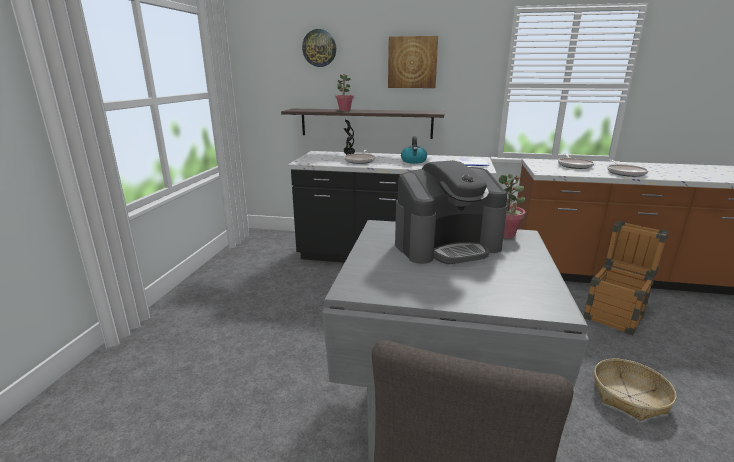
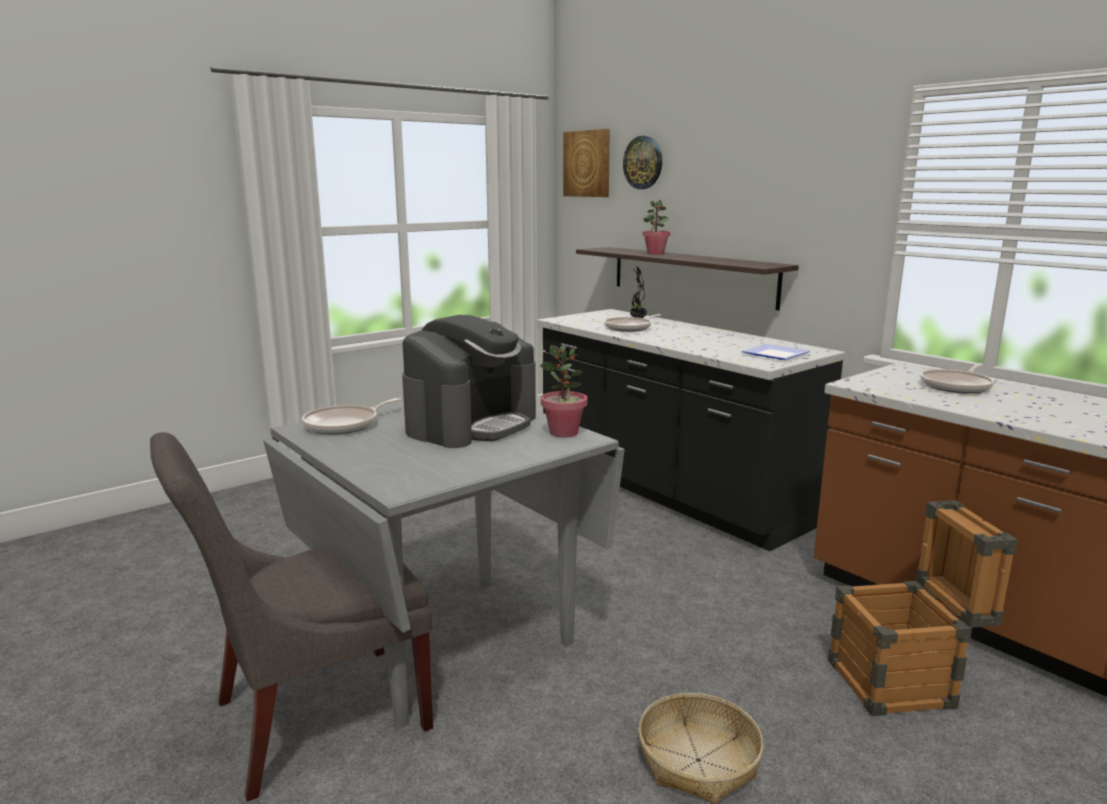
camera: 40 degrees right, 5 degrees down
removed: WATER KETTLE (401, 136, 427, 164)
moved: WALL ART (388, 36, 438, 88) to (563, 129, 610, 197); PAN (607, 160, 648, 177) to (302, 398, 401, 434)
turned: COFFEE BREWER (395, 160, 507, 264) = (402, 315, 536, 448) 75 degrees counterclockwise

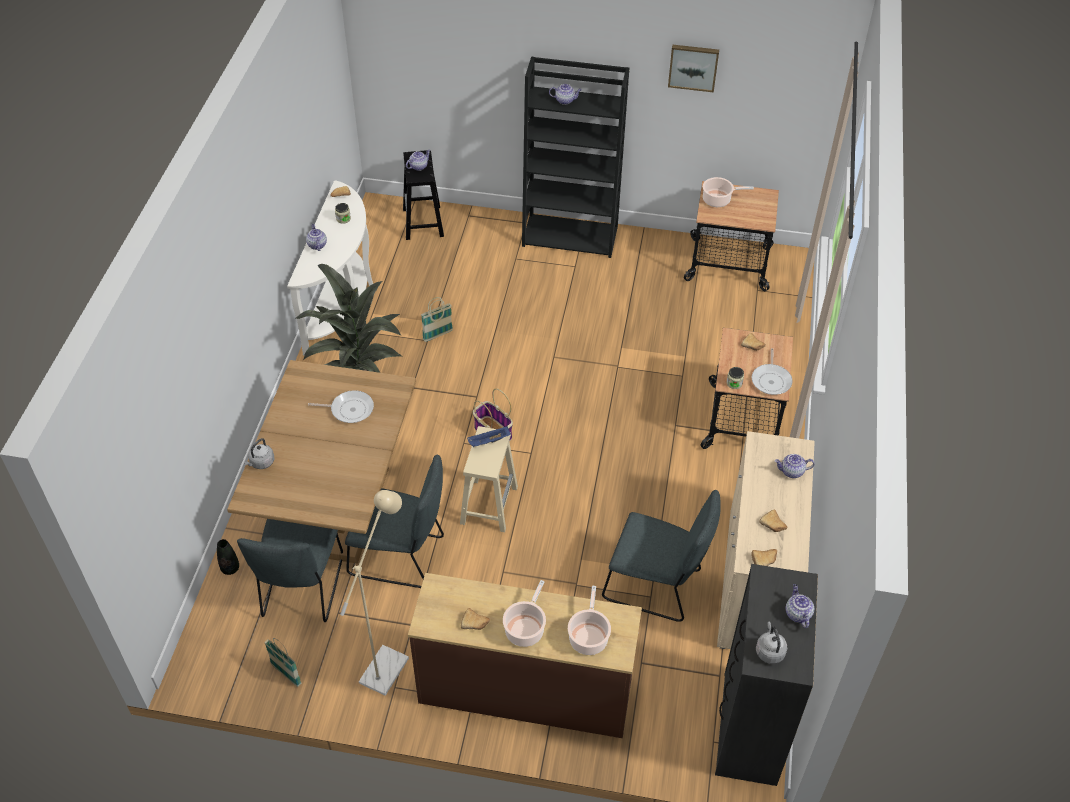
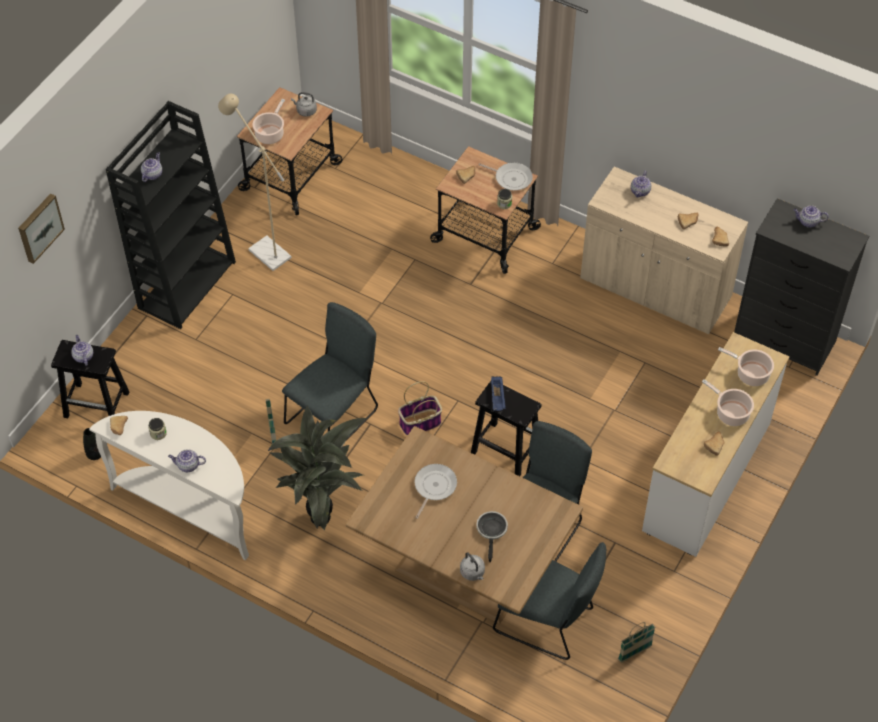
camera: 70 degrees left, 5 degrees up
added: PAN (476, 511, 508, 562)
moved: BLACK DECORATIVE VASE (217, 539, 239, 575) to (83, 428, 101, 460); BEIGE STANDARD LAMP (340, 490, 409, 696) to (218, 93, 292, 271); GRAY UPRIGHT CHAIR (602, 490, 721, 622) to (282, 302, 378, 441); WALL ART (668, 45, 719, 92) to (18, 193, 65, 264); GRAY WATER KETTLE (756, 622, 787, 664) to (291, 92, 317, 117)
recoloured: BROWN DRAWER CHEST (408, 573, 642, 738) to WHITE-COLOURED DRAWER CHEST (642, 332, 789, 557); BEIGE STOOL SEAT (460, 426, 518, 532) to BLACK STOOL SEAT (471, 381, 542, 476)

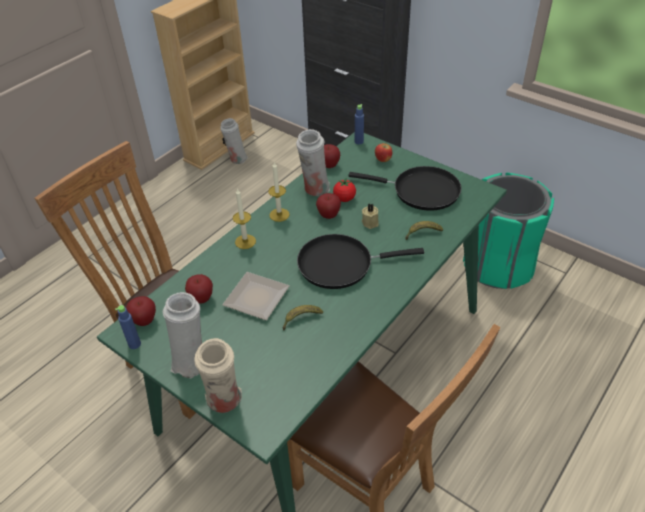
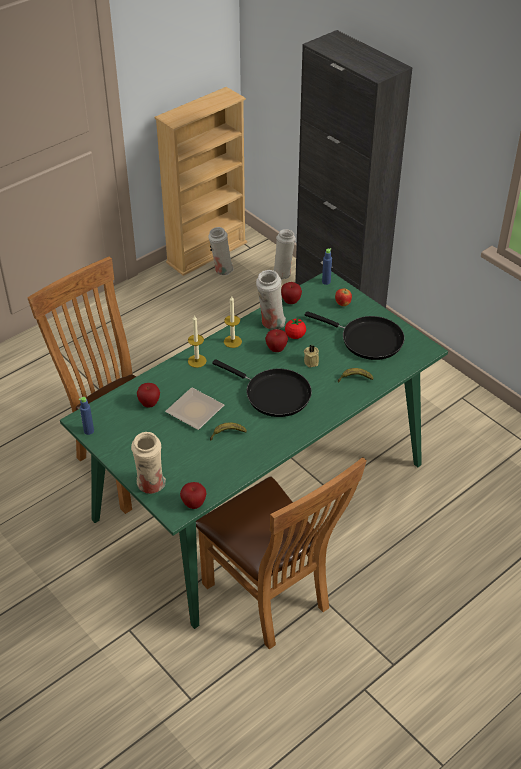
camera: 10 degrees right, 0 degrees up
removed: GREEN TRASH CAN (463, 173, 554, 289)
moved: APPLE FRUIT (126, 296, 156, 326) to (180, 482, 207, 509); WHITE-COLOURED DECORATIVE VASE (163, 292, 202, 378) to (273, 229, 296, 280)
turned: BLACK PAN (297, 234, 424, 289) = (212, 359, 312, 417) 150 degrees counterclockwise

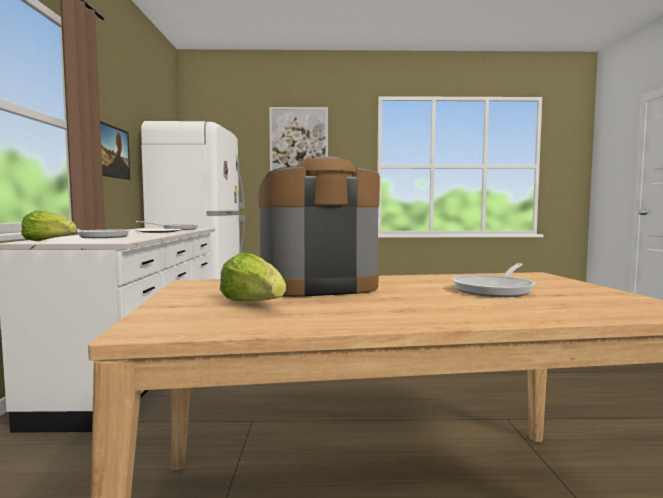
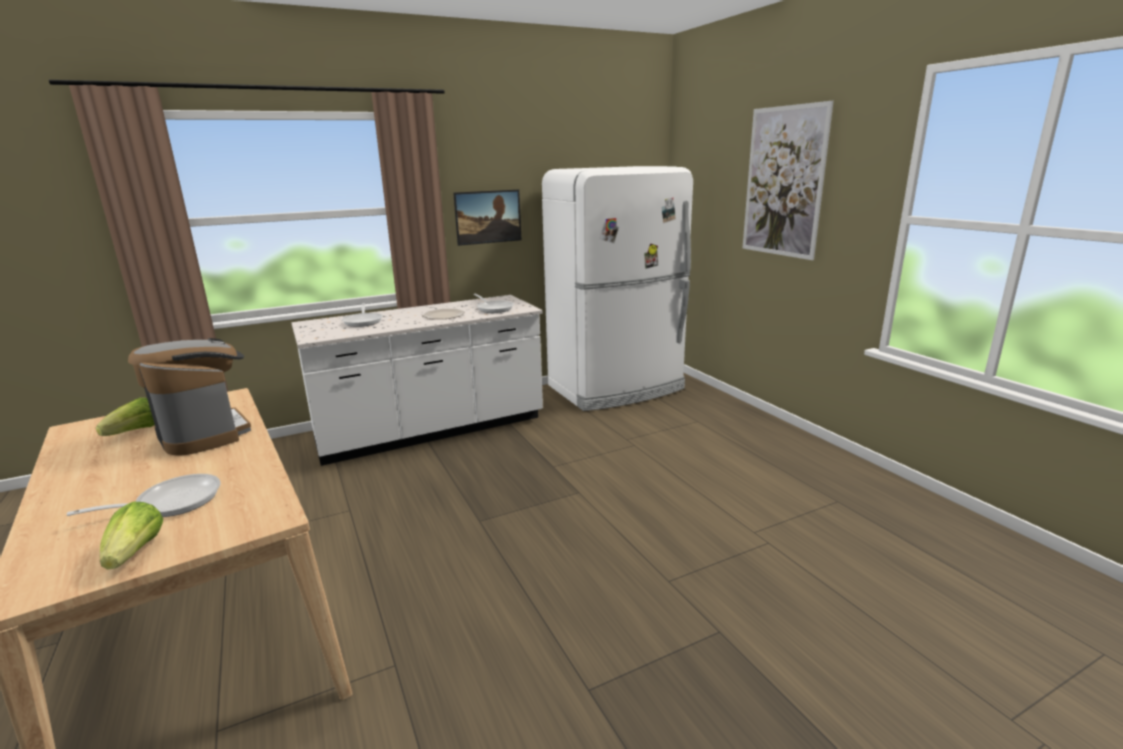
camera: 65 degrees right, 15 degrees up
moved: HEAD OF LETTUCE (21, 210, 77, 241) to (100, 502, 163, 570)
turned: PAN (451, 263, 536, 297) = (67, 474, 221, 517) 135 degrees clockwise

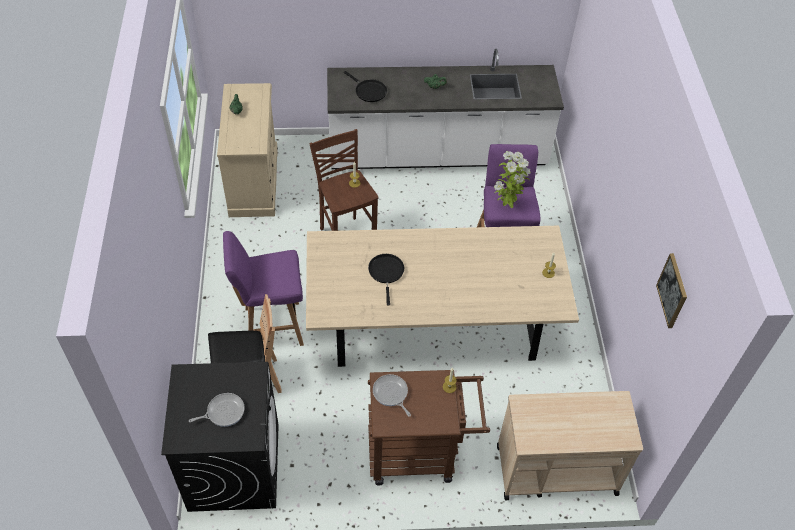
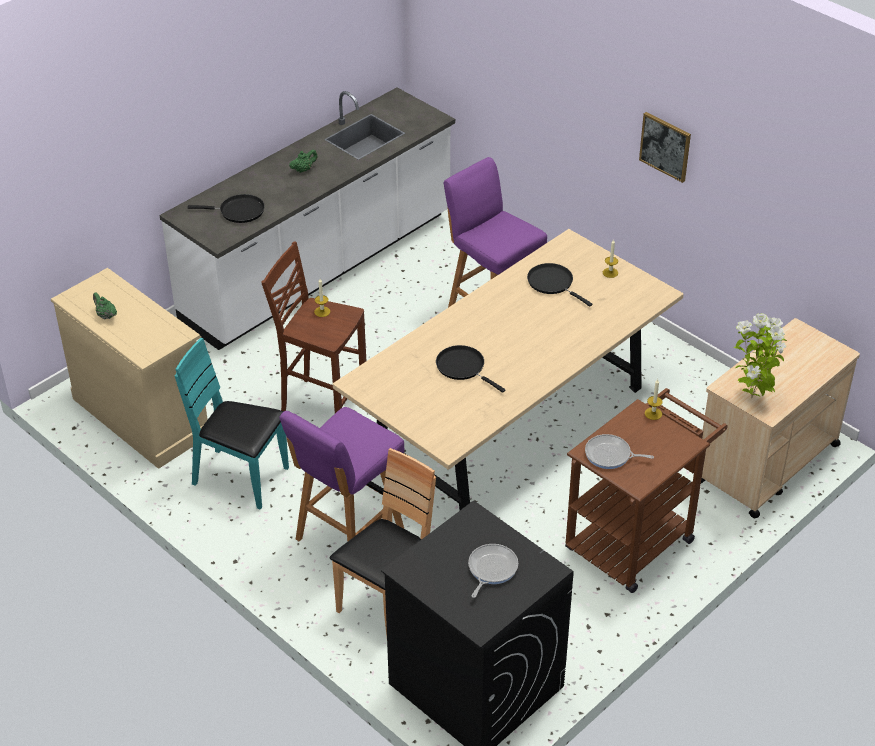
camera: 40 degrees left, 10 degrees down
added: BLUE-GREEN UPRIGHT CHAIR (175, 338, 289, 510); BLACK PAN (527, 263, 592, 307)
moved: PLANT IN A POT (494, 151, 531, 208) to (733, 313, 787, 399); WALL ART (656, 253, 687, 328) to (639, 112, 691, 183)

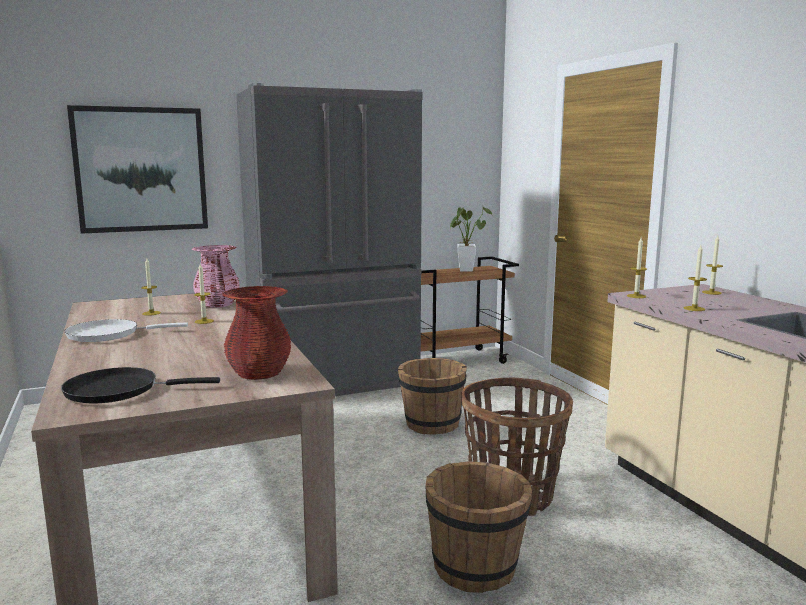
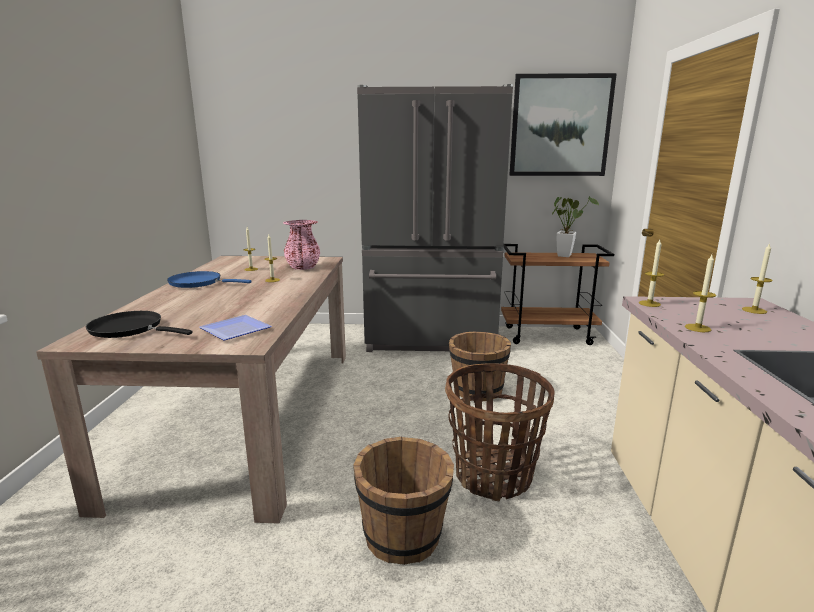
camera: 25 degrees right, 5 degrees up
moved: WALL ART (67, 105, 208, 234) to (510, 73, 617, 176)
replaced: RED-COLOURED DECORATIVE VASE (222, 286, 291, 380) to FLAT DISH (199, 315, 272, 341)
recoloured: WHITE-COLOURED PAN (64, 319, 188, 342) to BLUE PAN (167, 271, 252, 288)

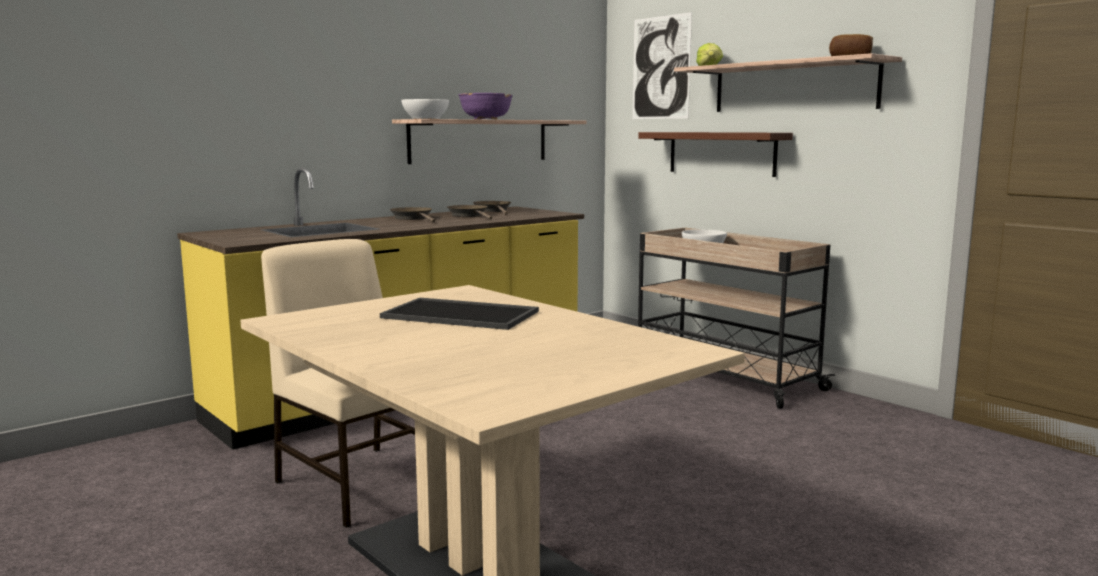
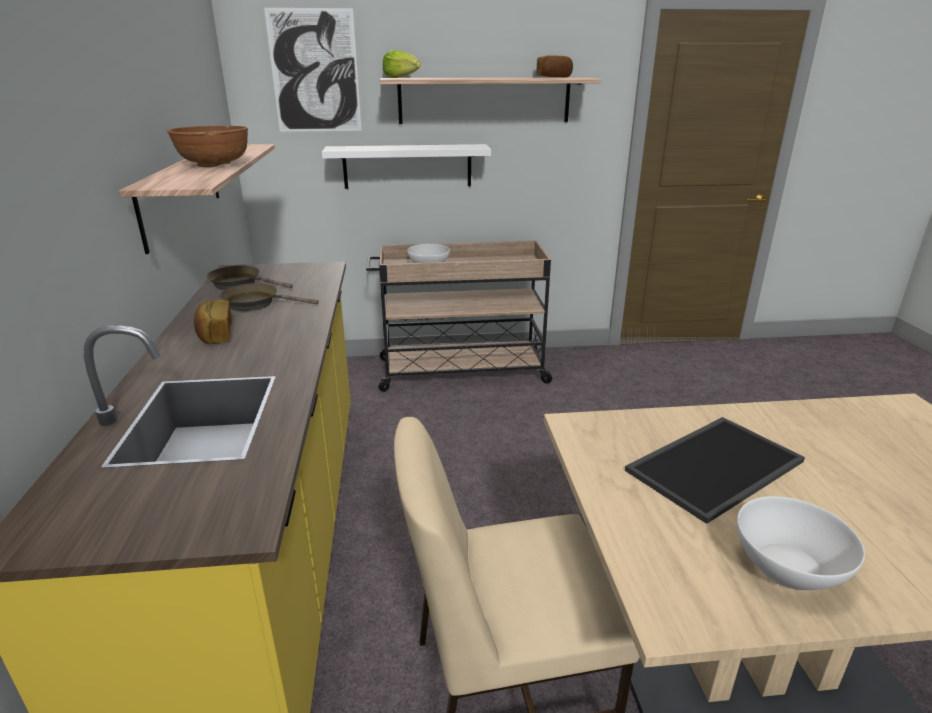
camera: 55 degrees left, 15 degrees up
moved: WHITE-COLOURED BOWL (401, 99, 449, 119) to (737, 496, 865, 590)
replaced: BROWN PAN (390, 207, 435, 222) to BREAD (194, 300, 232, 344)
recoloured: PURPLE BOWL (459, 93, 513, 120) to BROWN BOWL (167, 126, 248, 167); BROWN BRACKET SHELF (638, 132, 793, 177) to WHITE-COLOURED BRACKET SHELF (322, 144, 491, 189)

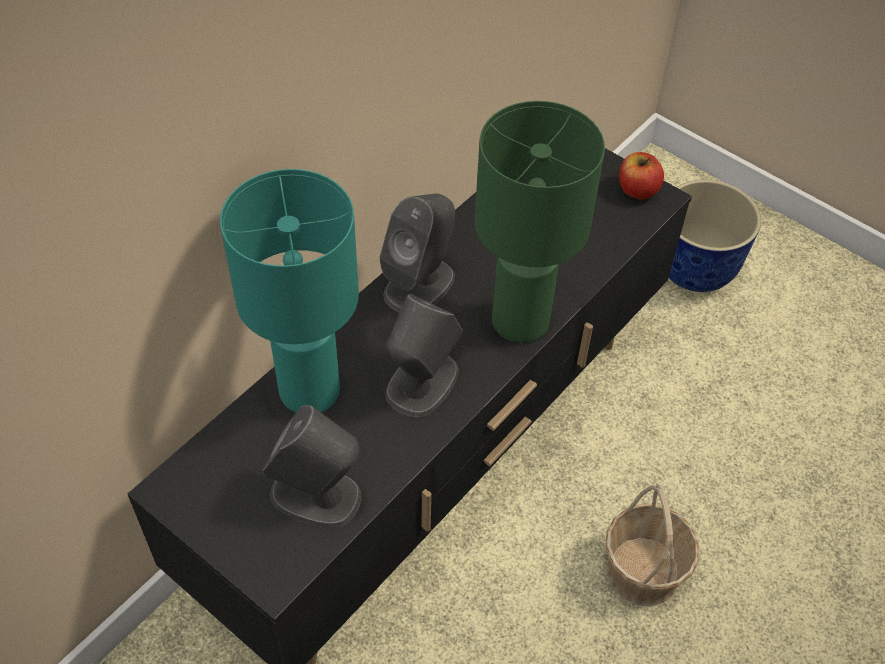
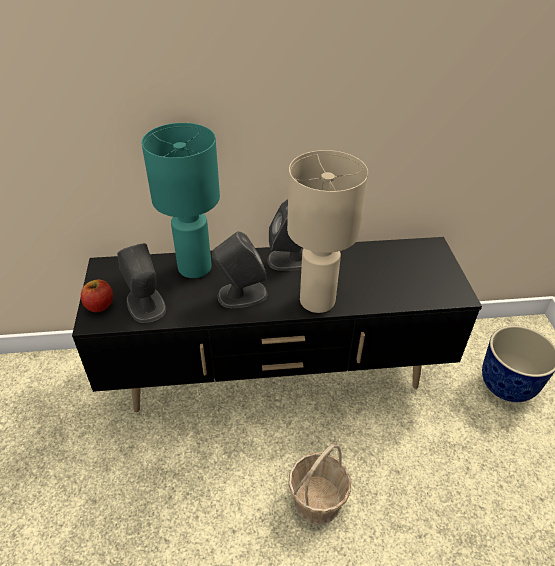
camera: 45 degrees right, 10 degrees down
moved: APPLE FRUIT (619, 152, 664, 199) to (81, 280, 113, 312)
recoloured: GREEN LAMP FOR A TABLE (475, 101, 605, 343) to BEIGE LAMP FOR A TABLE (287, 150, 368, 313)

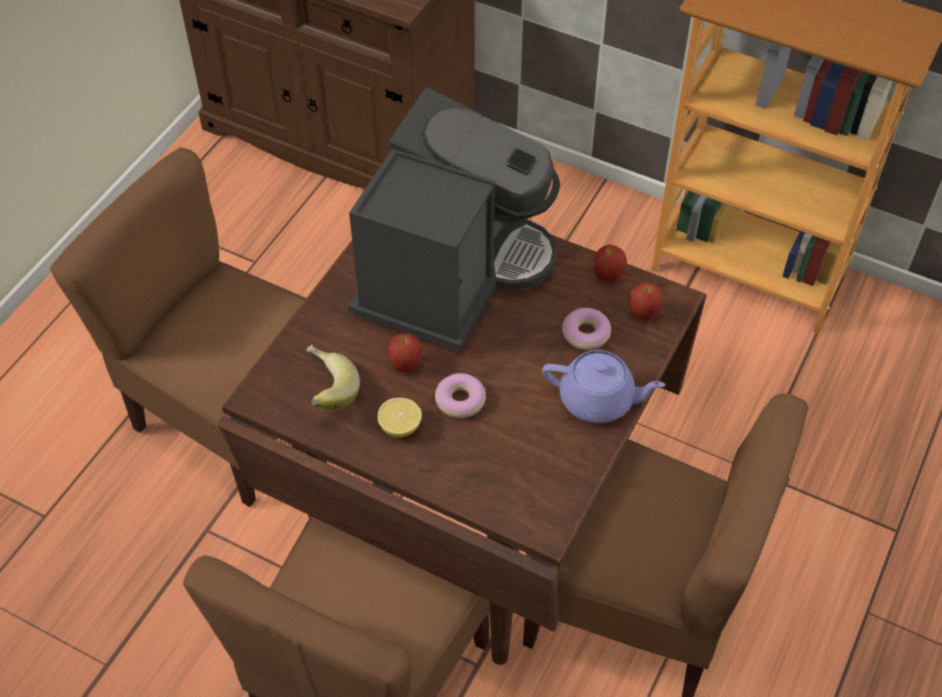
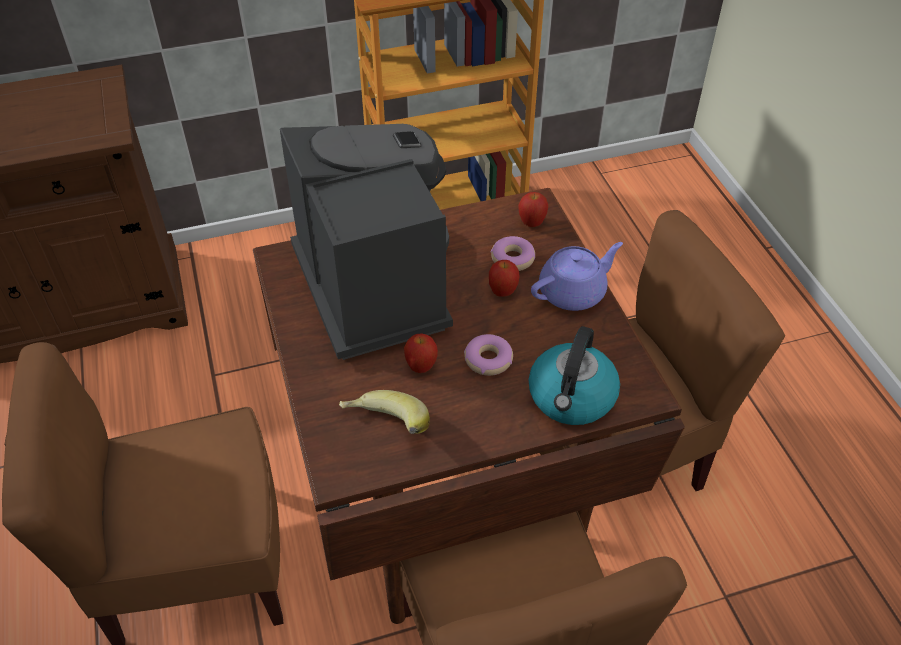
camera: 45 degrees left, 5 degrees down
removed: CITRUS FRUIT (377, 398, 422, 437)
added: WATER KETTLE (529, 326, 620, 425)
moved: APPLE FRUIT (594, 245, 627, 282) to (489, 260, 520, 297)

